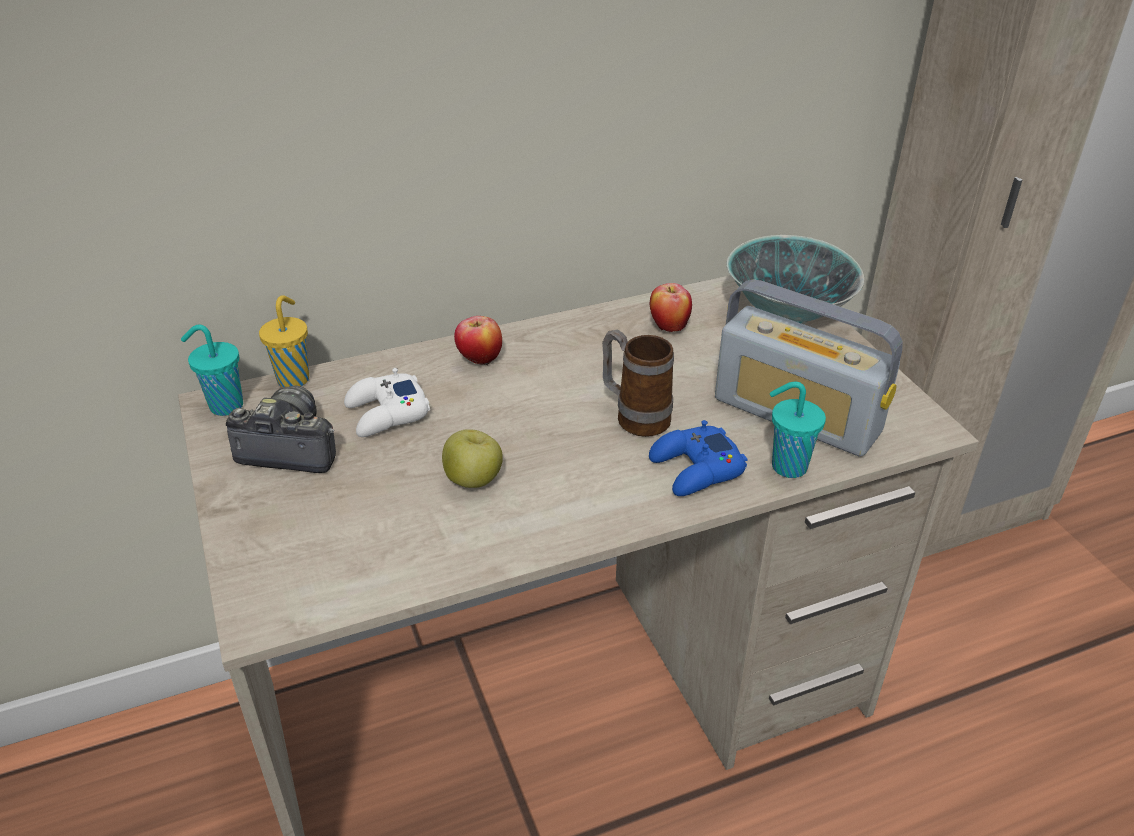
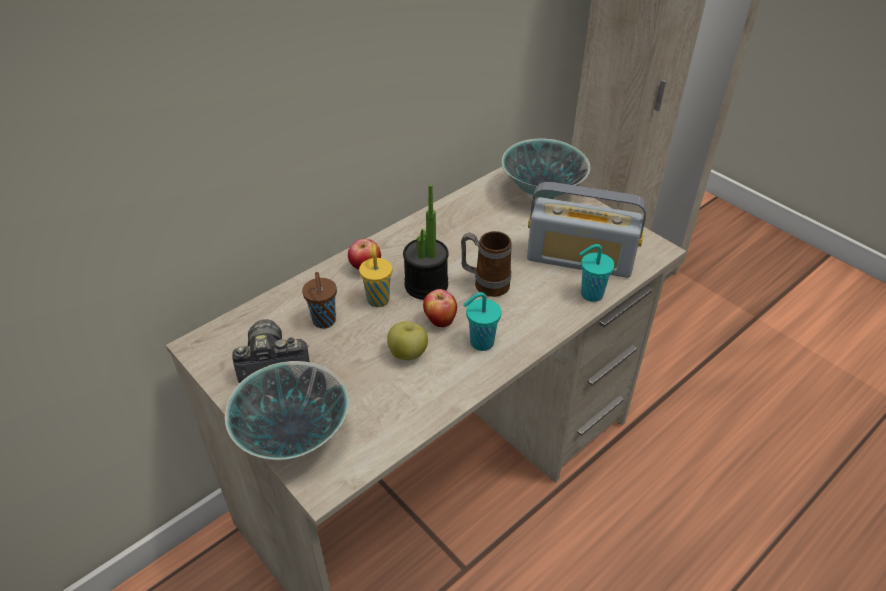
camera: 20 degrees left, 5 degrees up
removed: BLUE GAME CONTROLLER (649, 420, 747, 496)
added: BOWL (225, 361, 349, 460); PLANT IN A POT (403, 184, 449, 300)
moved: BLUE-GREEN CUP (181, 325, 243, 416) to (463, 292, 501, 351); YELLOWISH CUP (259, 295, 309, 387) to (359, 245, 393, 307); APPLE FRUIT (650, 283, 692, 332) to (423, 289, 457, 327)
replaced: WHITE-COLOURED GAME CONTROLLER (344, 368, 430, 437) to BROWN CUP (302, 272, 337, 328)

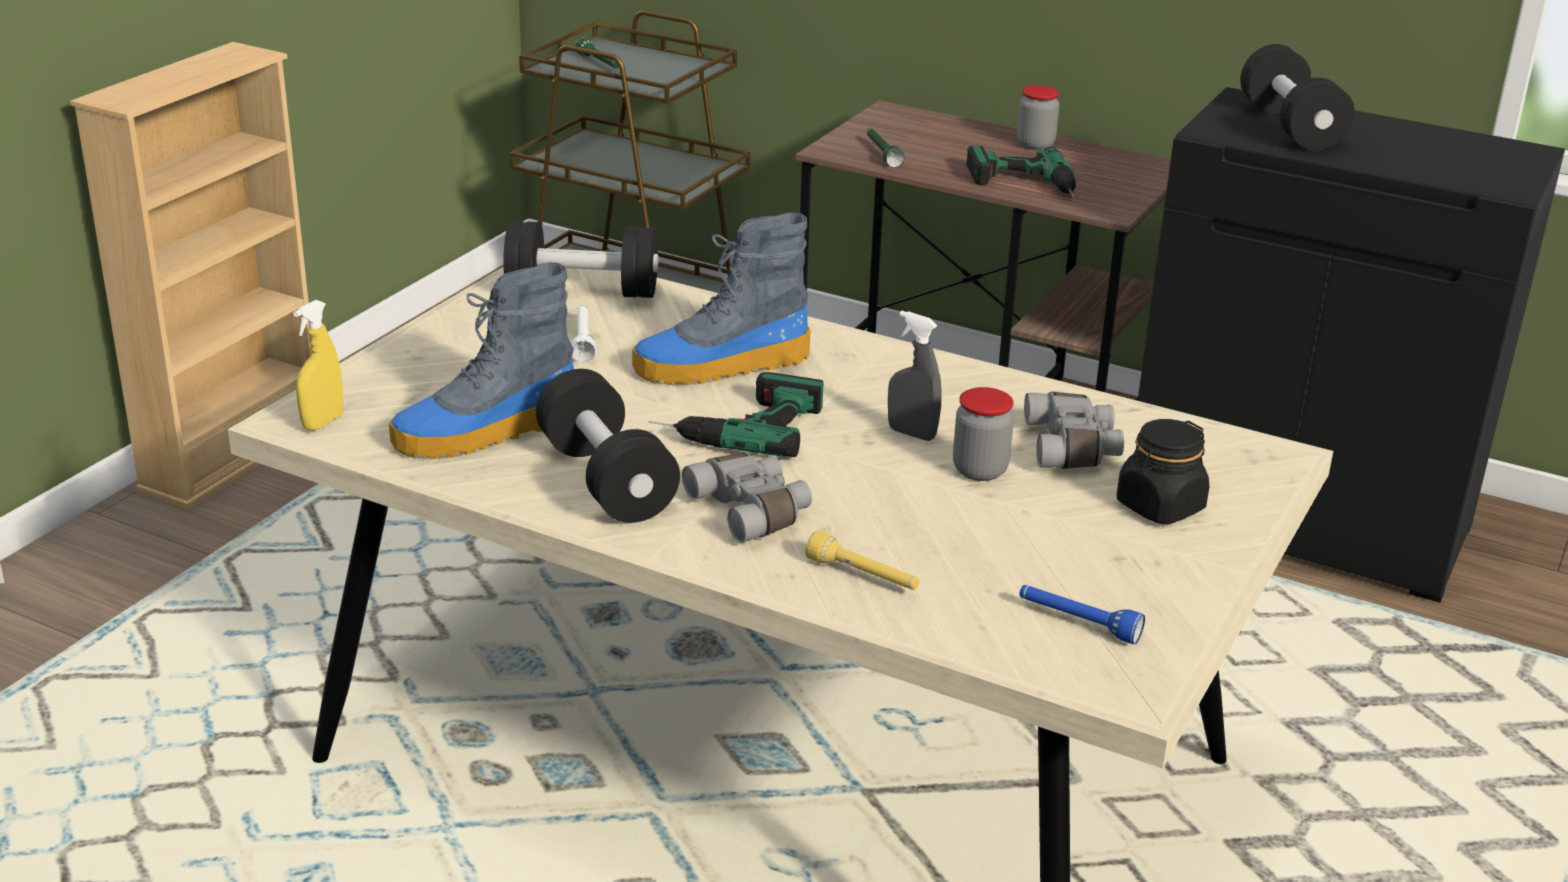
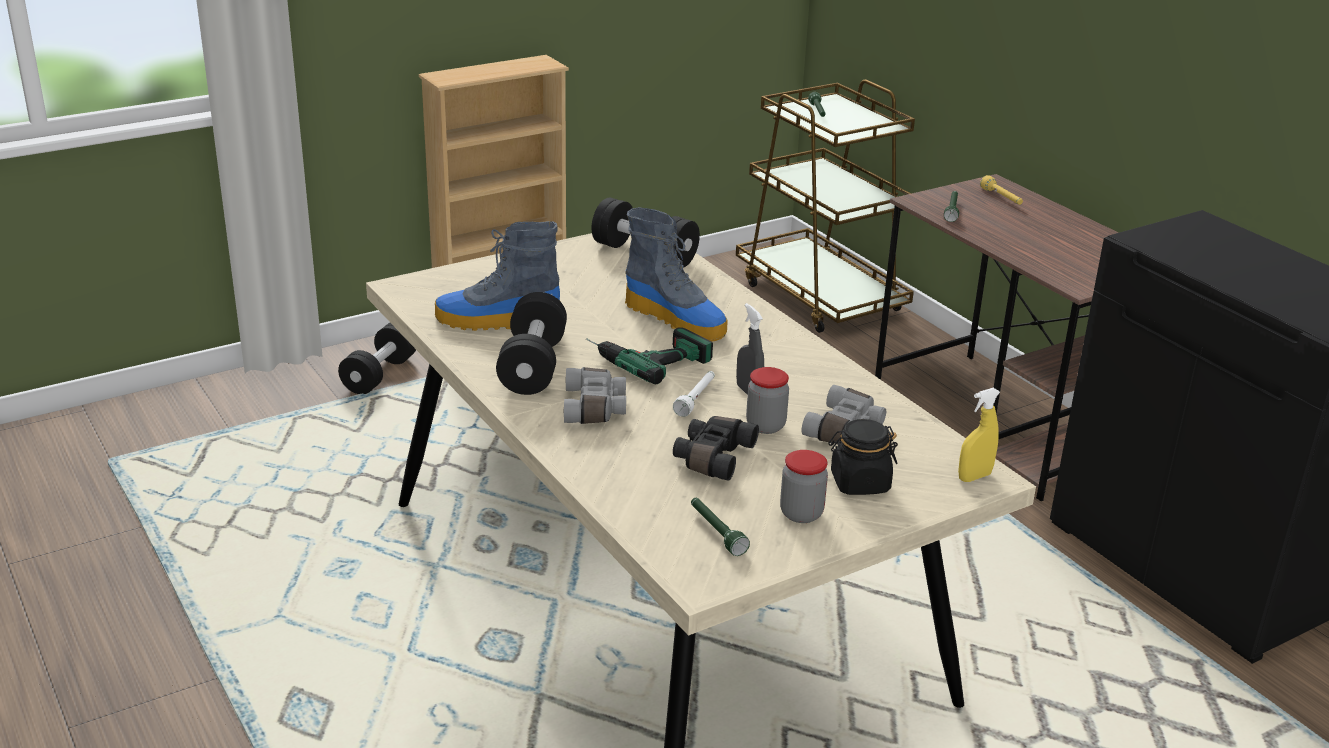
camera: 30 degrees right, 0 degrees up
removed: POWER DRILL (966, 146, 1076, 198)
added: BLACK FIELD GLASSES (673, 416, 759, 481)
moved: YELLOWISH HAND SPRAYER (293, 300, 344, 431) to (958, 388, 1000, 482); WHITE-COLOURED HAND TORCH (571, 304, 596, 363) to (673, 371, 715, 417); YELLOWISH HAND TORCH (805, 530, 920, 590) to (980, 175, 1023, 205); PRESERVE JAR (1017, 85, 1059, 150) to (780, 450, 828, 523); BLACK HAND WEIGHT (1240, 44, 1355, 151) to (338, 323, 416, 394)
recoloured: BLUE HAND TORCH (1019, 585, 1145, 644) to GREEN HAND TORCH (691, 498, 750, 556)
turned: HIGH-TOP BOOT (632, 212, 811, 385) = (625, 207, 728, 342) 150 degrees counterclockwise

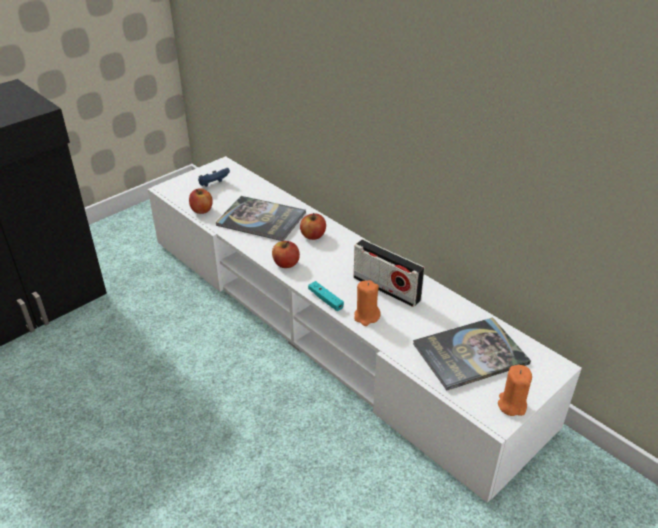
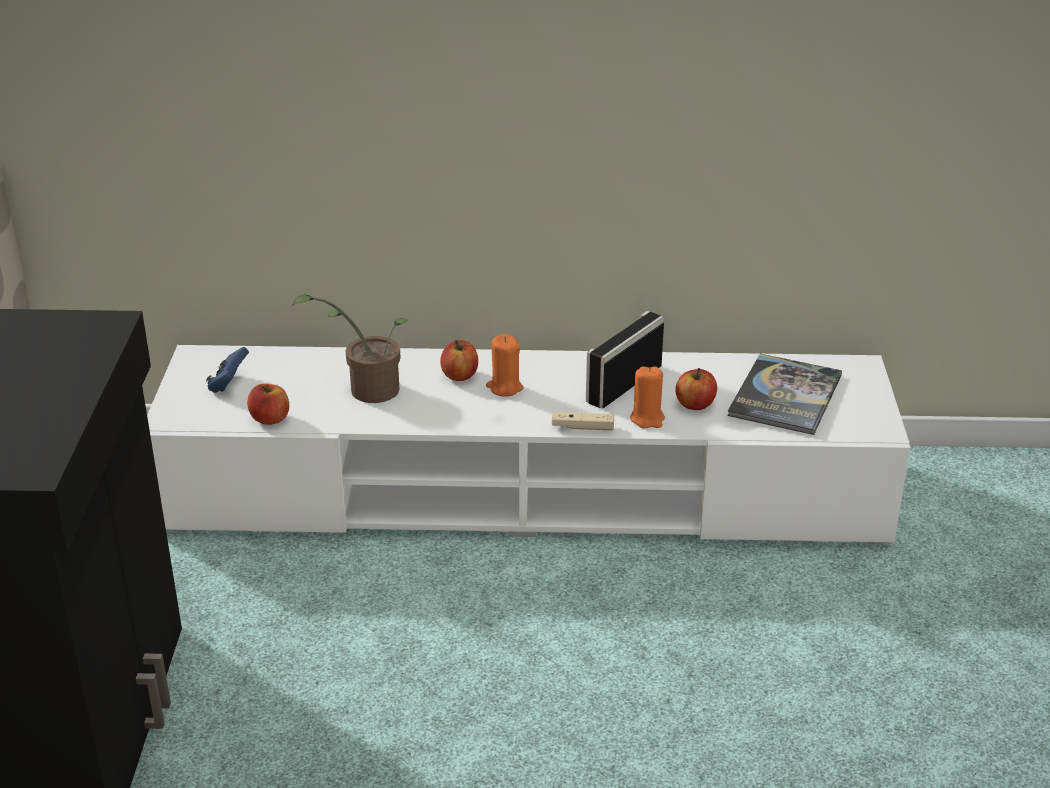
camera: 45 degrees left, 5 degrees down
moved: APPLE FRUIT (272, 241, 300, 268) to (675, 368, 717, 410); ORANGE WAX LIGHT (498, 365, 532, 416) to (486, 334, 524, 397)
replaced: BOUND BOOK (216, 196, 306, 241) to PLANT IN A POT (292, 294, 408, 403)
recoloured: BLUE-GREEN GAME CONTROLLER (308, 281, 344, 311) to BEIGE GAME CONTROLLER (552, 412, 614, 430)
turned: RADIO RECEIVER (354, 239, 425, 307) = (586, 311, 664, 409) 135 degrees clockwise

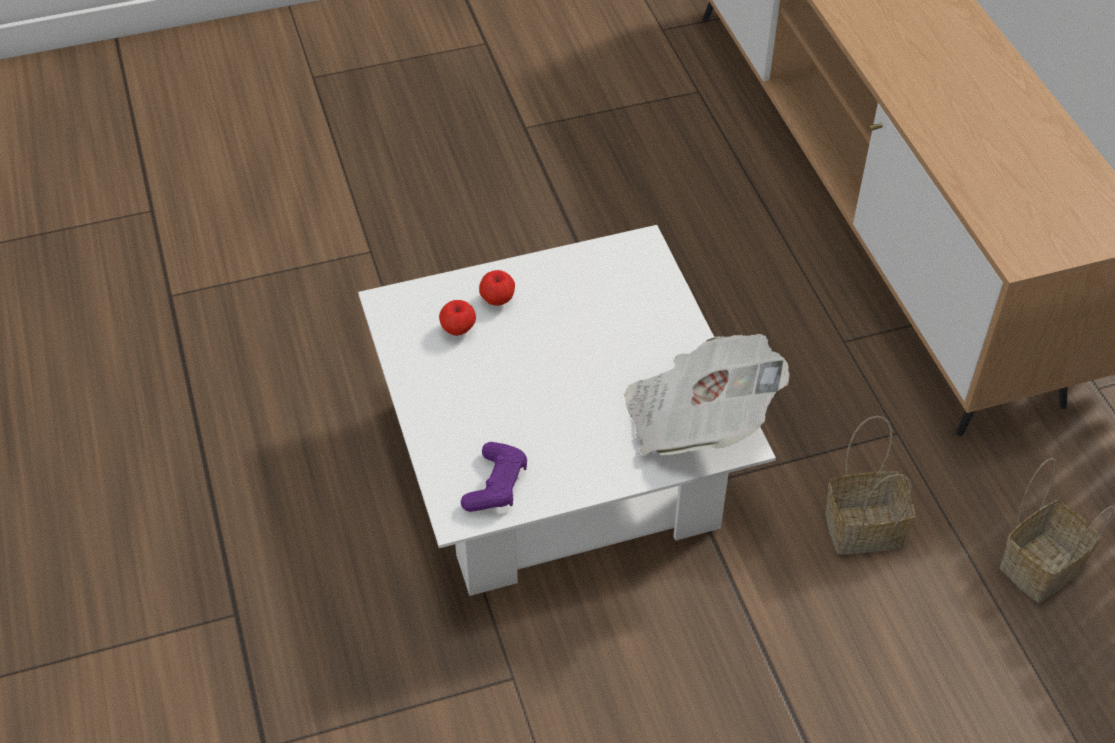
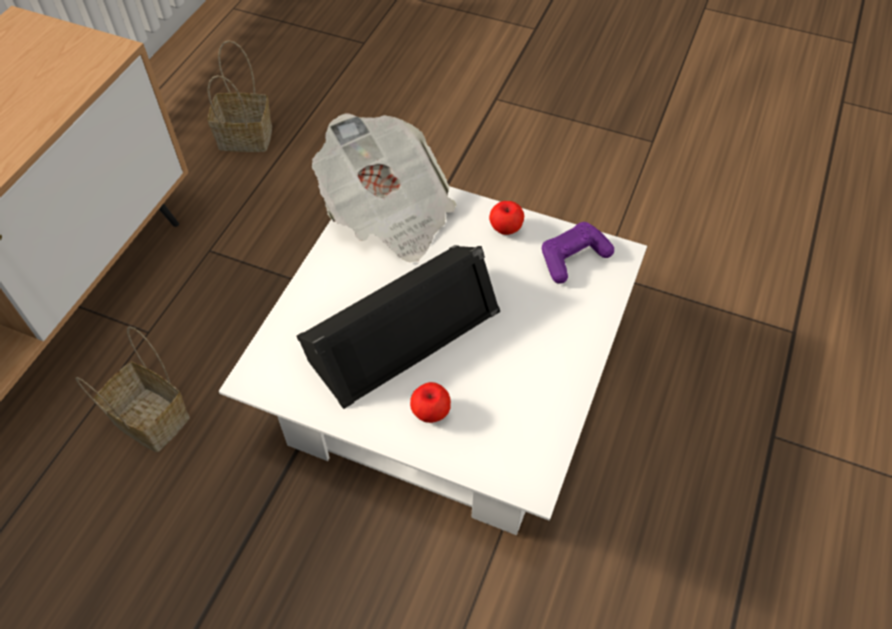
camera: 140 degrees left, 5 degrees up
added: BLACK SPEAKER (297, 245, 500, 409)
moved: APPLE FRUIT (439, 300, 476, 336) to (489, 201, 524, 235); STORAGE BASKET (825, 416, 915, 555) to (75, 326, 190, 452)

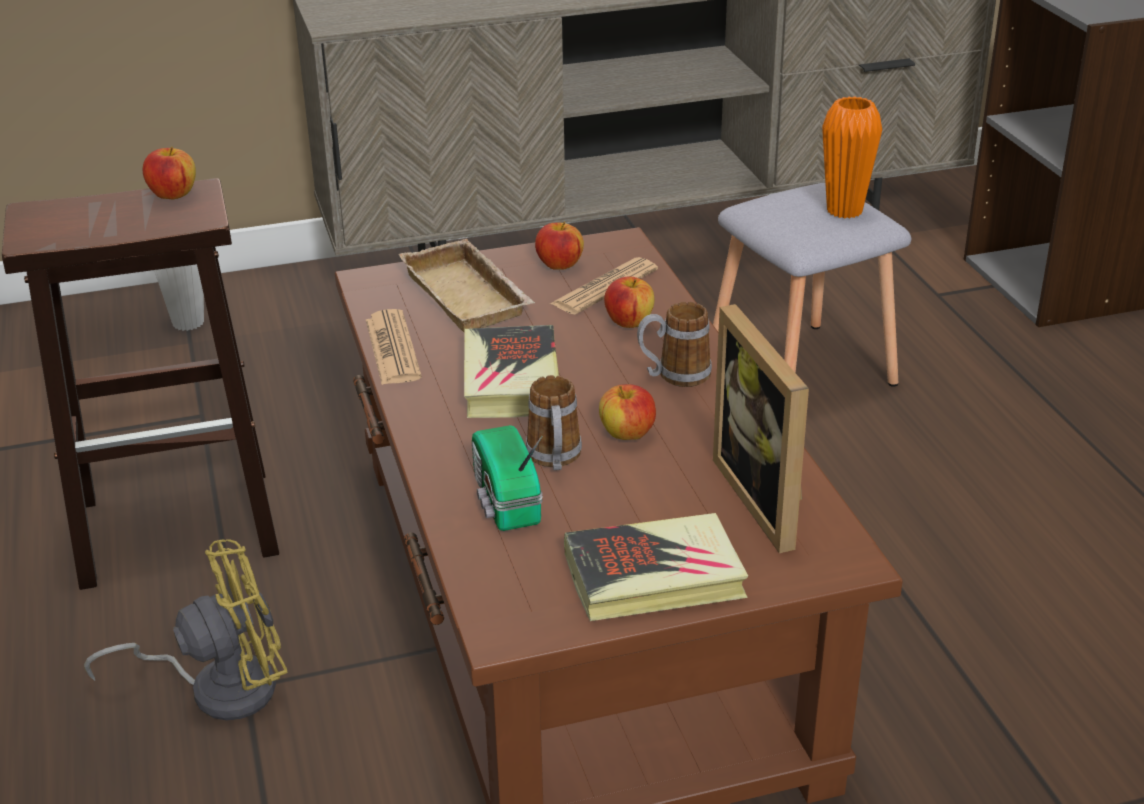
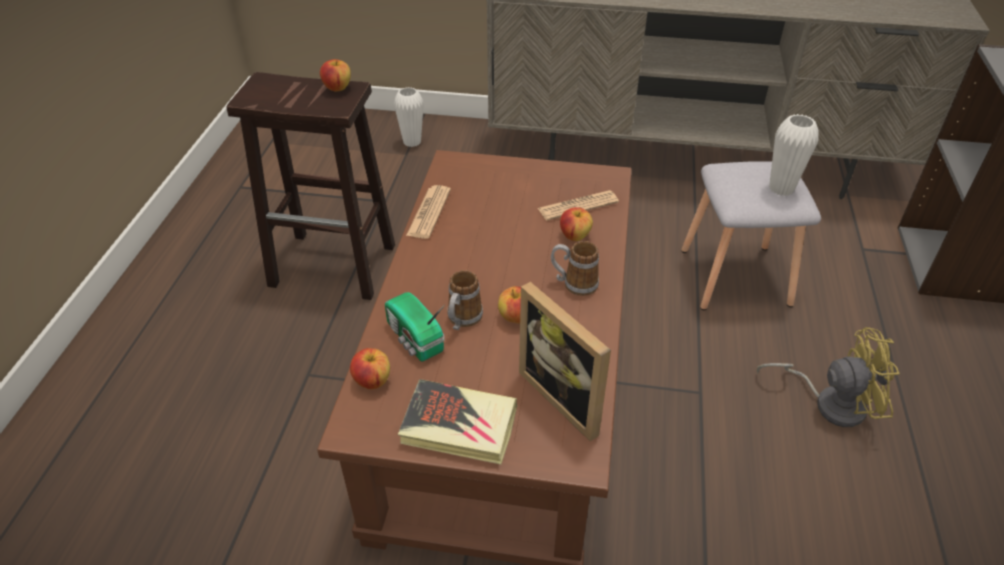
camera: 25 degrees right, 10 degrees up
removed: BEIGE SERVING TRAY (398, 239, 535, 332); BOUND BOOK (464, 325, 559, 418)
moved: YELLOWISH COOLING FAN (84, 539, 288, 721) to (757, 327, 900, 427); APPLE FRUIT (535, 222, 584, 270) to (350, 348, 390, 389)
recoloured: ORANGE DECORATIVE VASE (822, 96, 882, 219) to WHITE-COLOURED DECORATIVE VASE (769, 114, 818, 196)
turned: RADIO RECEIVER (472, 425, 543, 531) = (385, 292, 445, 361) 45 degrees counterclockwise; STANDING FRAME (713, 304, 809, 553) = (519, 282, 611, 442) 45 degrees counterclockwise

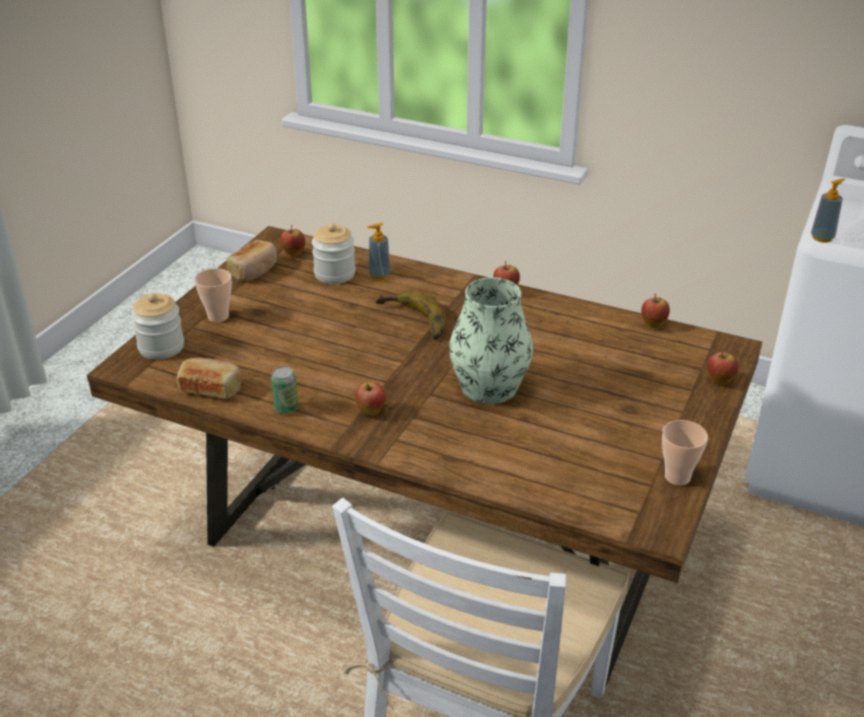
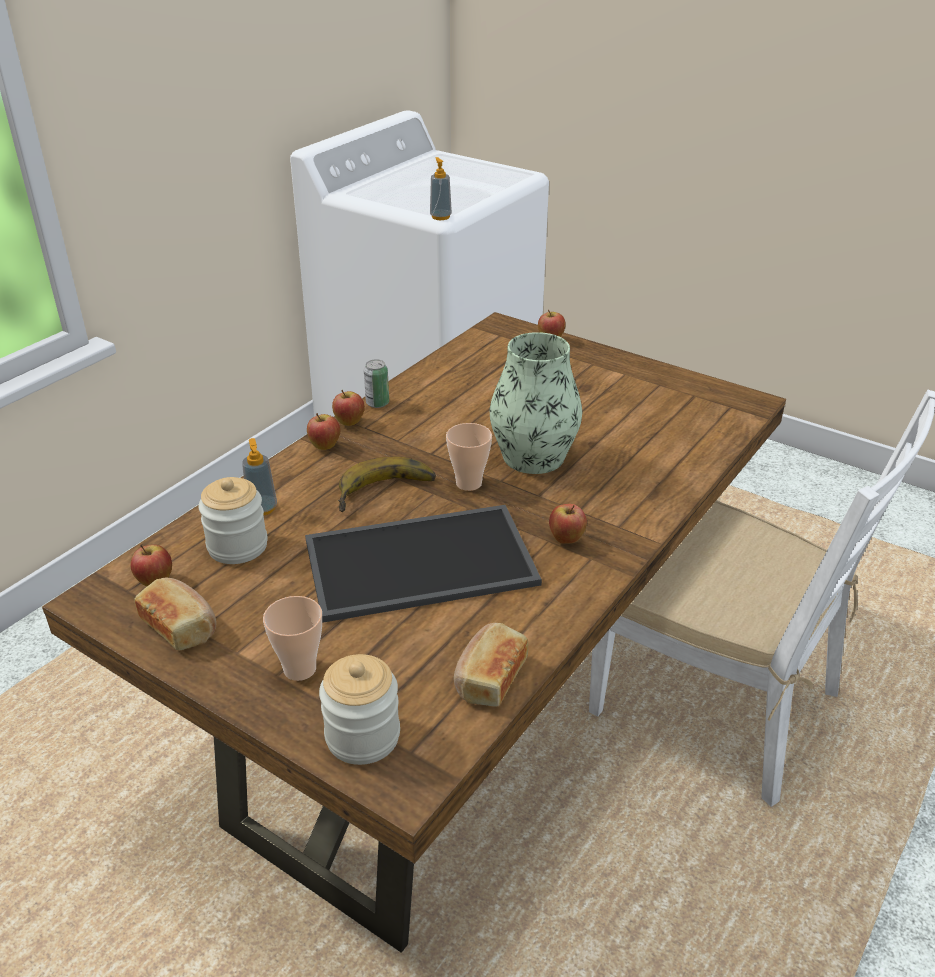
camera: 80 degrees left, 0 degrees up
added: SERVING TRAY (305, 505, 542, 623)
moved: CAN (271, 366, 298, 414) to (364, 359, 389, 408); APPLE FRUIT (641, 294, 670, 328) to (307, 413, 340, 450); CUP (662, 420, 708, 485) to (446, 423, 492, 491)

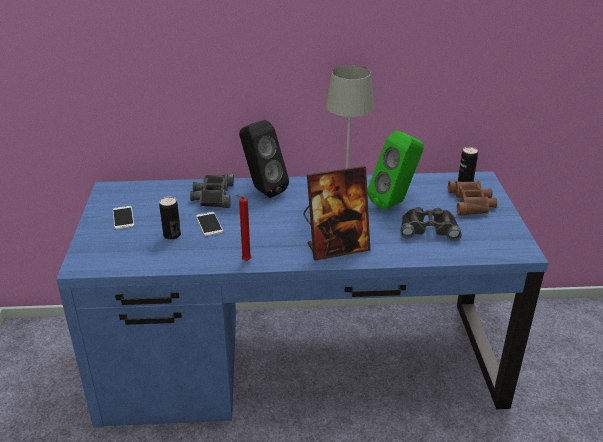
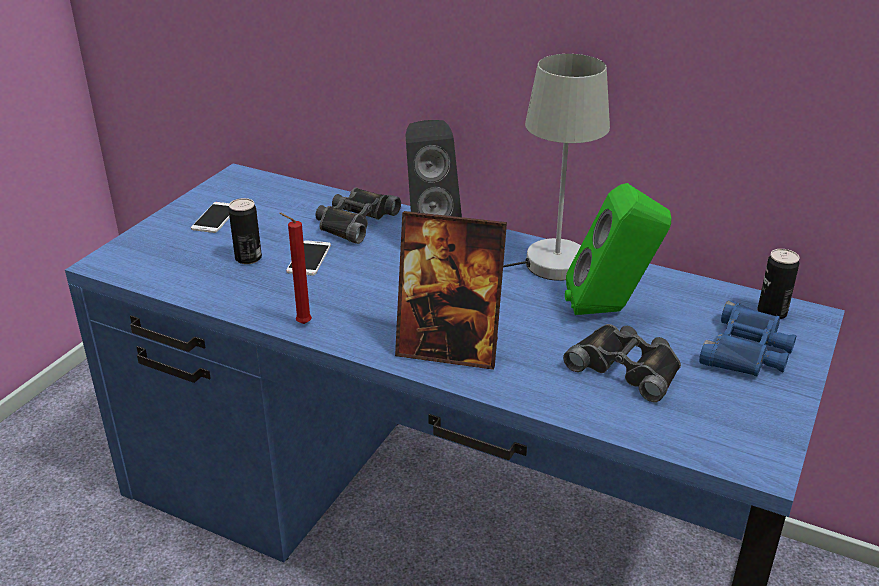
camera: 30 degrees right, 0 degrees up
recoloured: BROWN FIELD GLASSES (448, 181, 497, 215) to BLUE FIELD GLASSES (699, 300, 796, 377)

